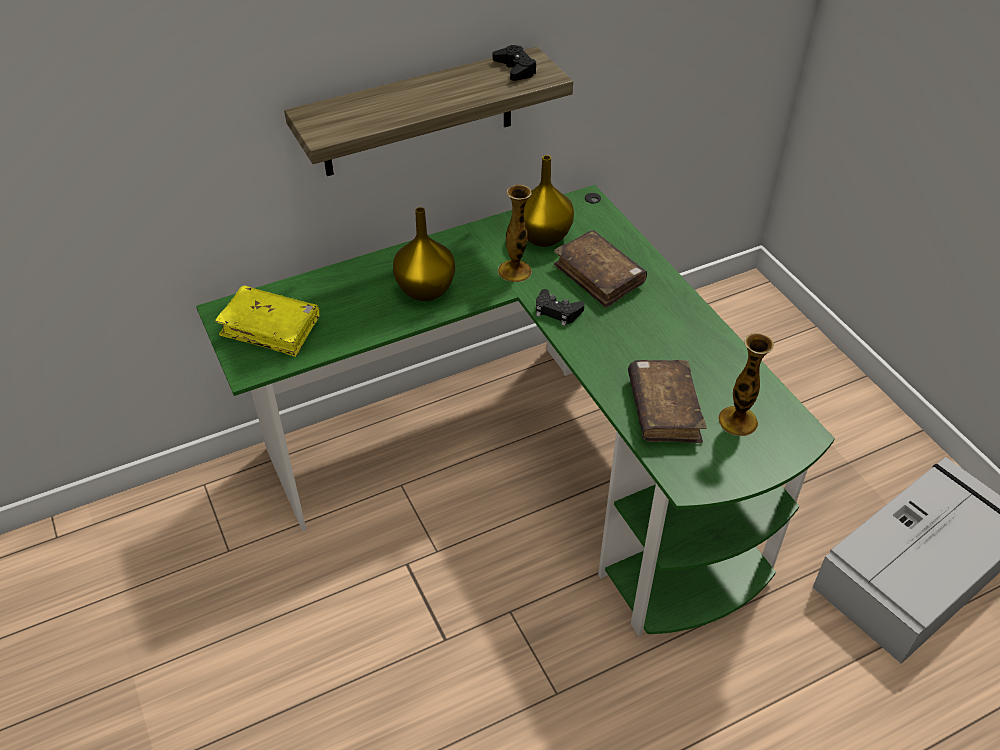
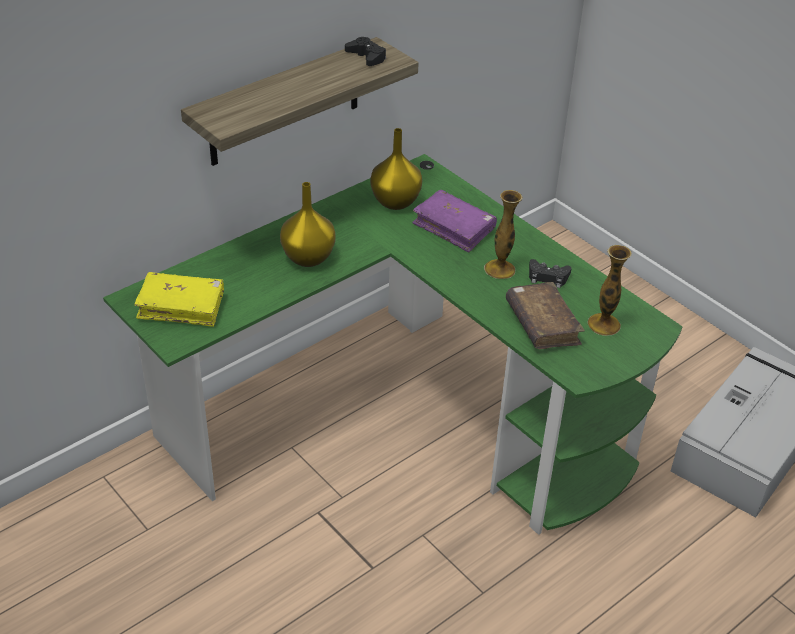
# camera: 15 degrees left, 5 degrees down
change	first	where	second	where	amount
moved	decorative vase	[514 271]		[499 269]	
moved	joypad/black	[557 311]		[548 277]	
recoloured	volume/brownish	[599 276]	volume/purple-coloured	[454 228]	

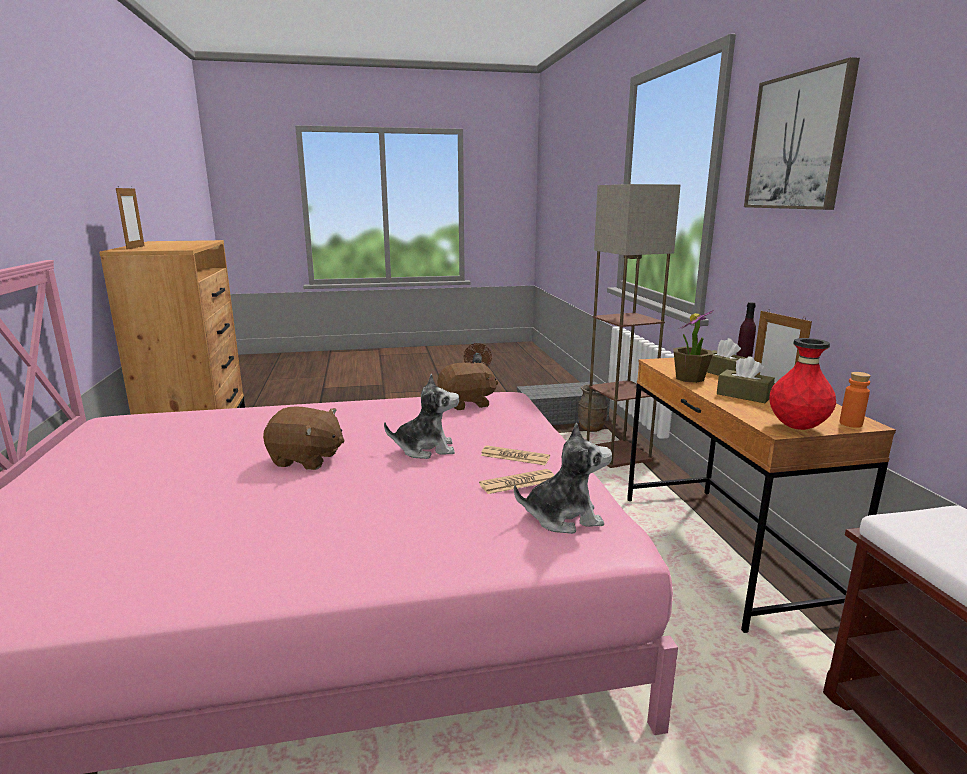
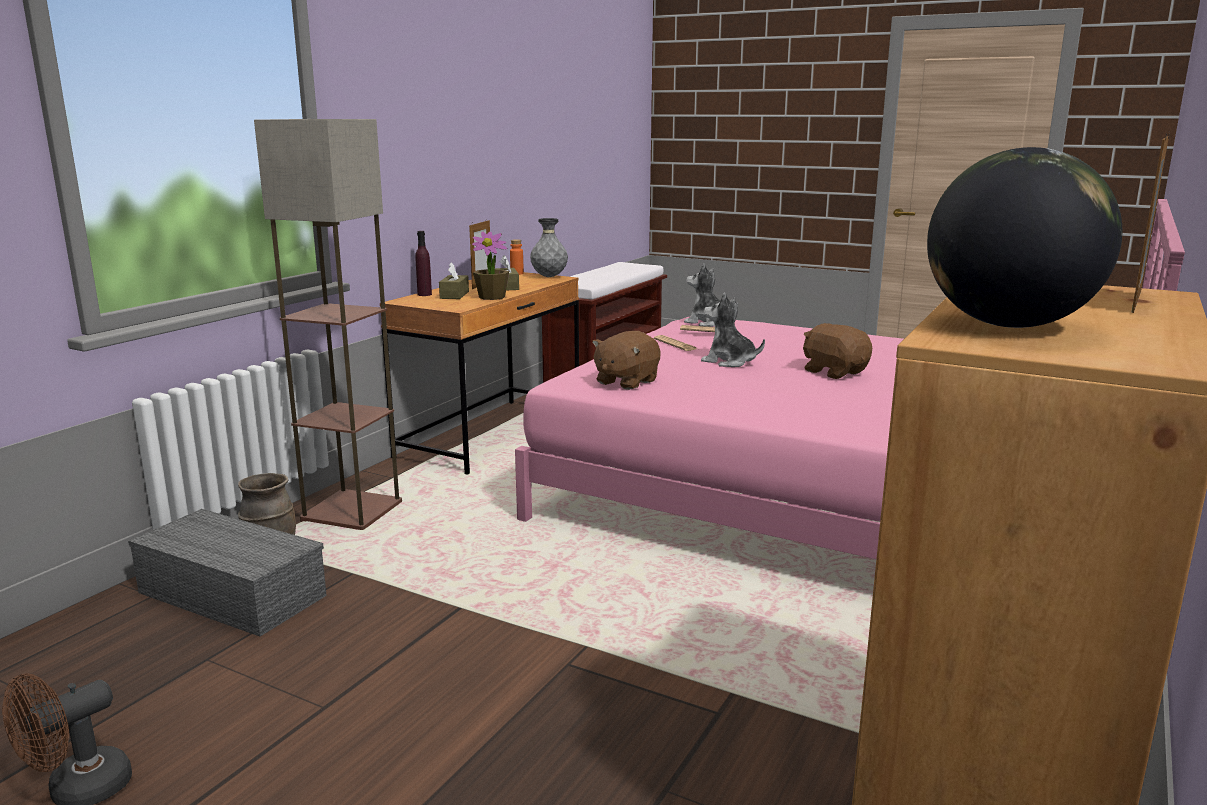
# camera: 140 degrees left, 0 degrees up
change	first	where	second	where	amount
turned	plush toy/brownish	[466 403]		[626 382]	75 degrees counterclockwise
removed	wall picture	[798 142]			
recoloured	decorative vase/red-coloured	[797 428]	decorative vase/gray	[549 277]	
added			globe	[1008 325]	

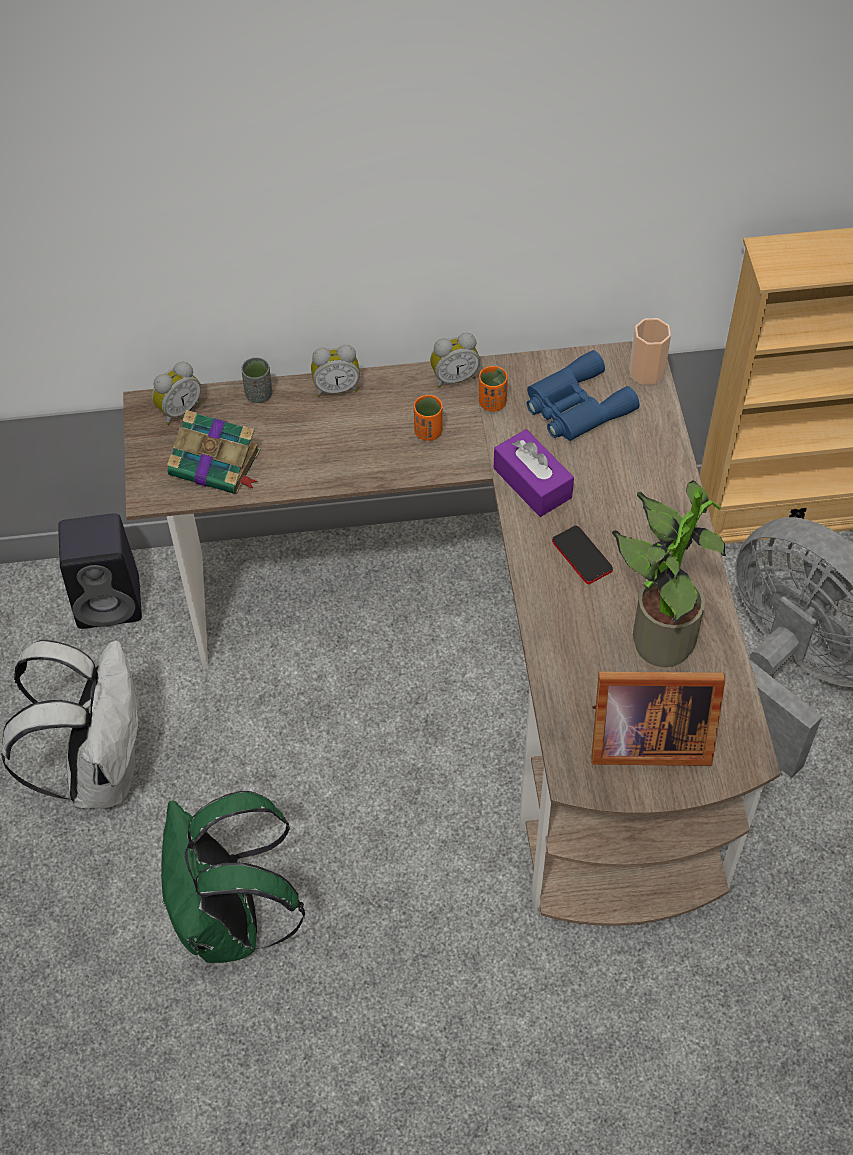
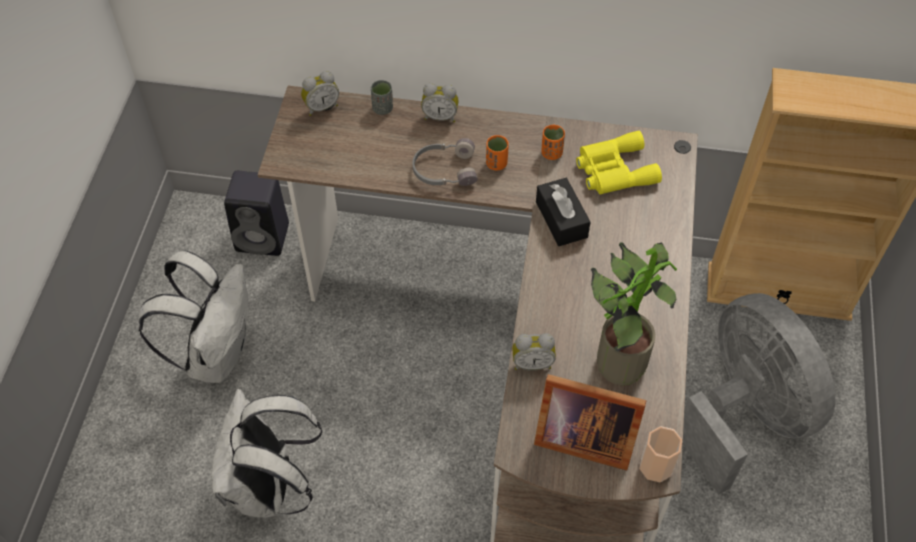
# camera: 15 degrees right, 0 degrees up
change	first	where	second	where	amount
recoloured	backpack/green-coloured	[231 922]	backpack/white-coloured	[269 488]	
removed	volume	[217 464]			
moved	bedside clock	[454 377]		[532 363]	
recoloured	box of tissues/purple-coloured	[532 483]	box of tissues/black	[561 219]	
recoloured	field glasses/blue-coloured	[575 407]	field glasses/yellowish	[613 170]	
removed	telephone	[582 555]			
moved	cup	[646 372]		[656 466]	
added			pair of headphones/gray	[444 170]	

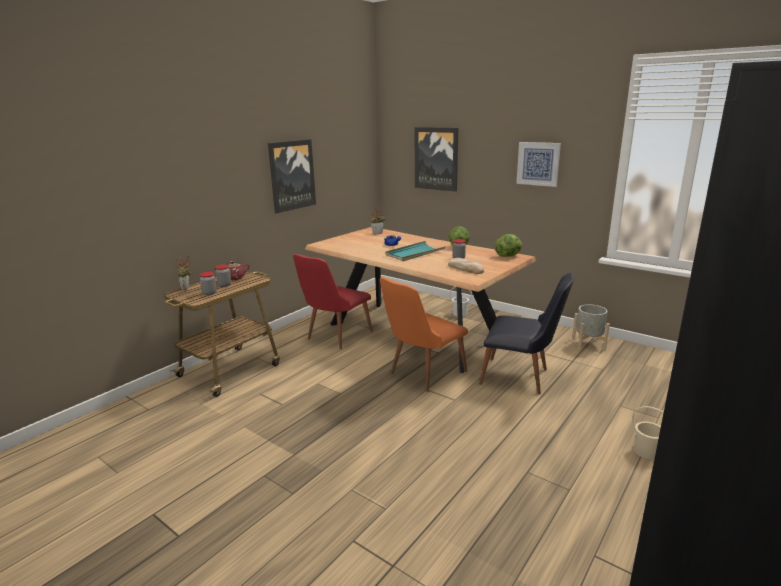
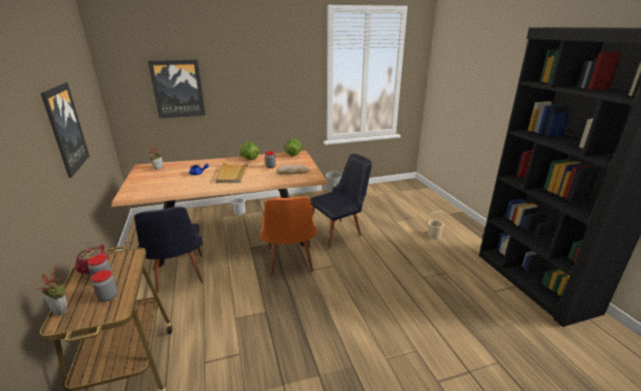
# camera: 55 degrees left, 5 degrees up
change	first	where	second	where	amount
recoloured	chair/red-coloured	[334 337]	chair/black	[178 277]	
recoloured	tray/blue-green	[414 253]	tray/sand-coloured	[232 174]	
removed	wall picture	[538 163]			

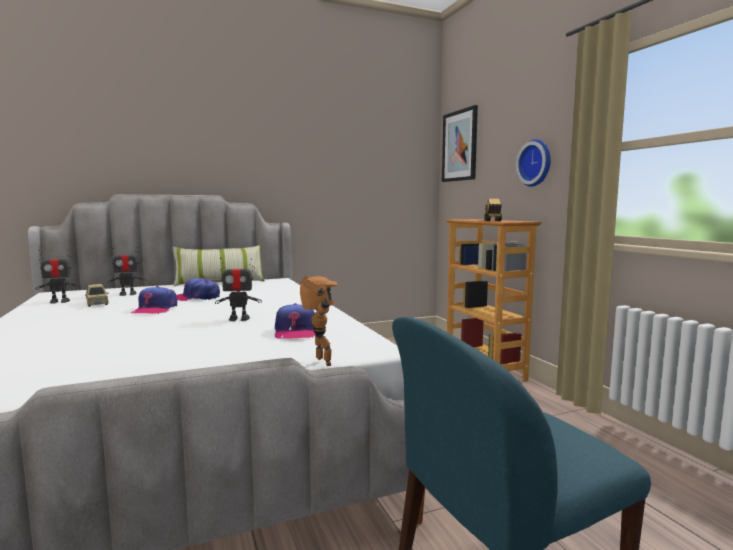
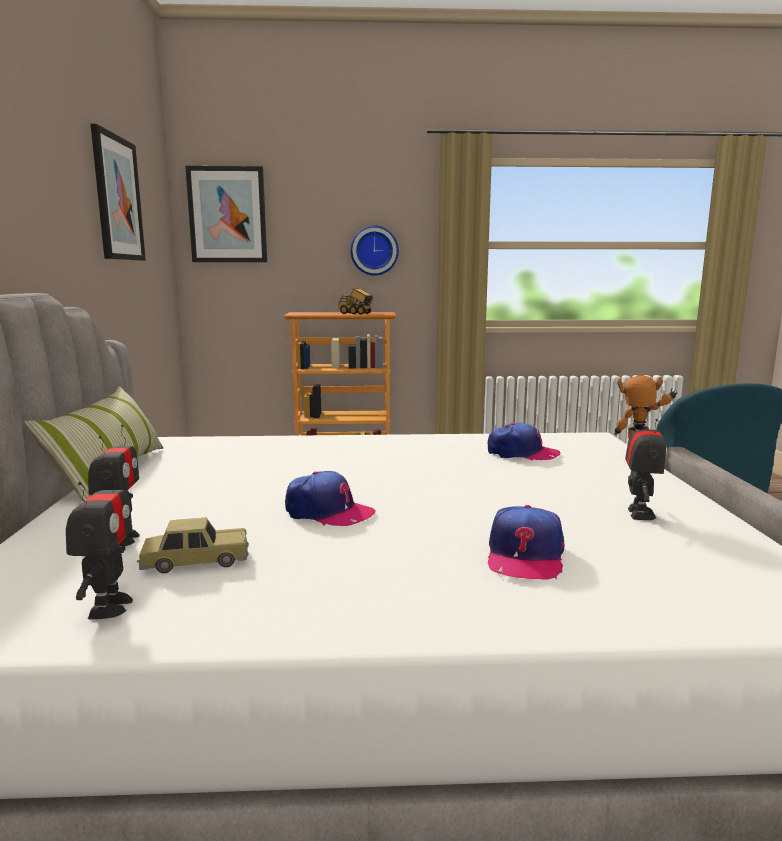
# camera: 70 degrees left, 5 degrees up
change	first	where	second	where	amount
moved	baseball cap	[196 297]		[524 556]	
moved	toy robot	[239 319]		[639 514]	
added			wall picture	[117 198]	

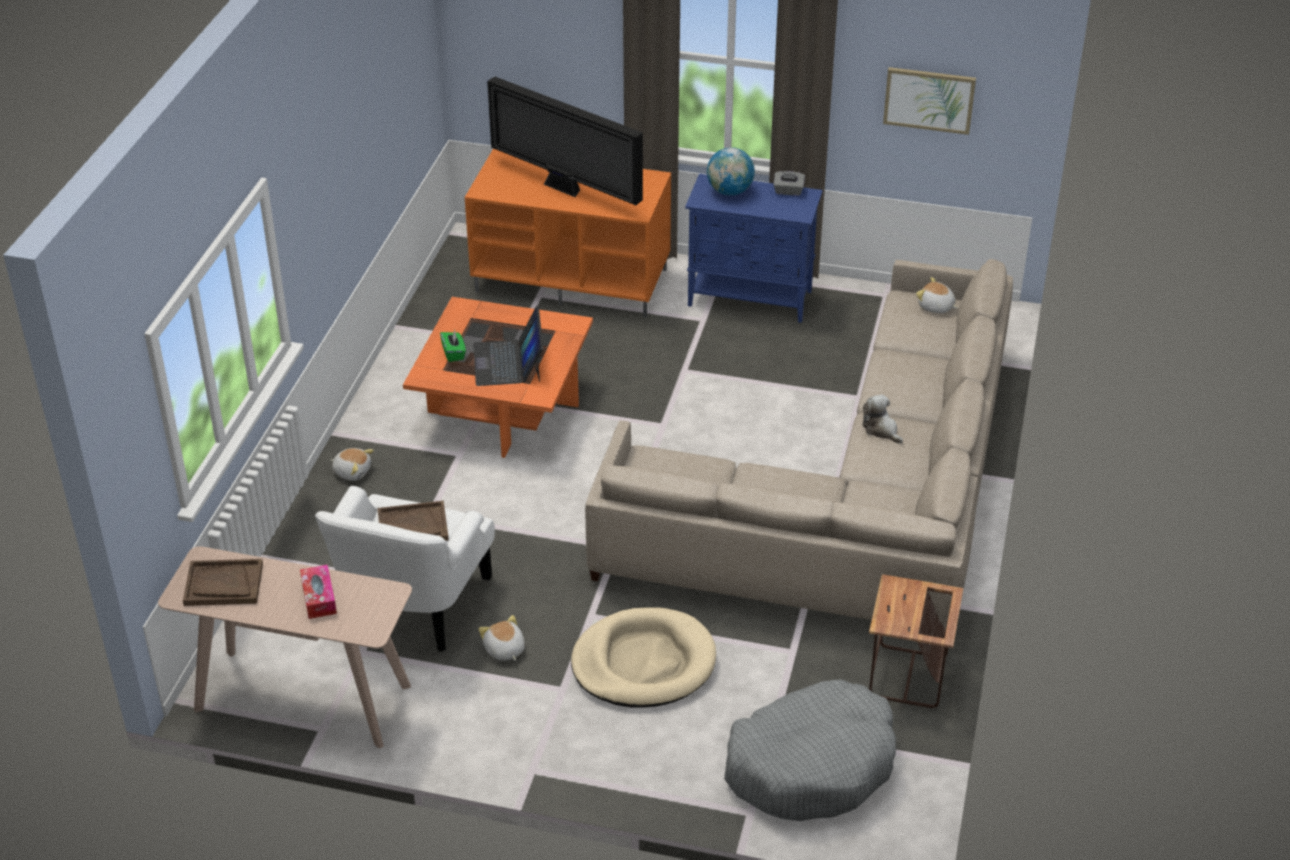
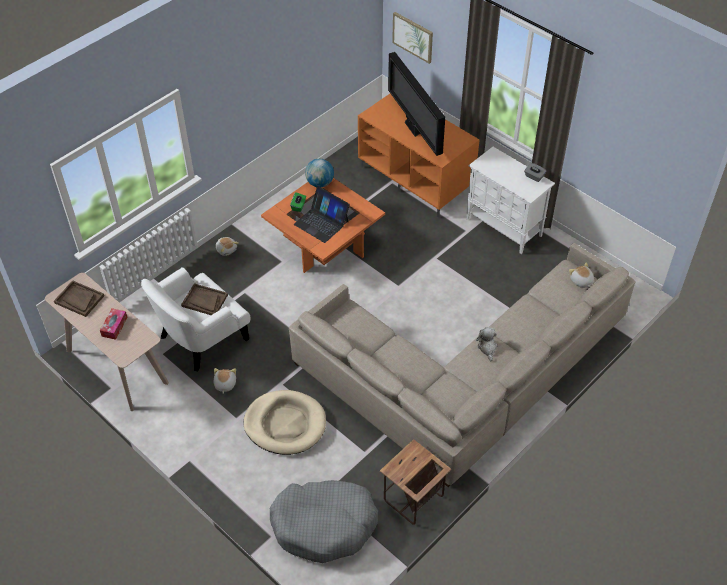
# camera: 30 degrees right, 10 degrees up
change	first	where	second	where	amount
turned	portable computer	[508 362]		[321 222]	75 degrees counterclockwise
recoloured	storage cabinet/blue-coloured	[751 298]	storage cabinet/white-coloured	[504 227]	
moved	globe	[729 191]		[320 183]	
moved	wall picture	[929 99]		[413 37]	

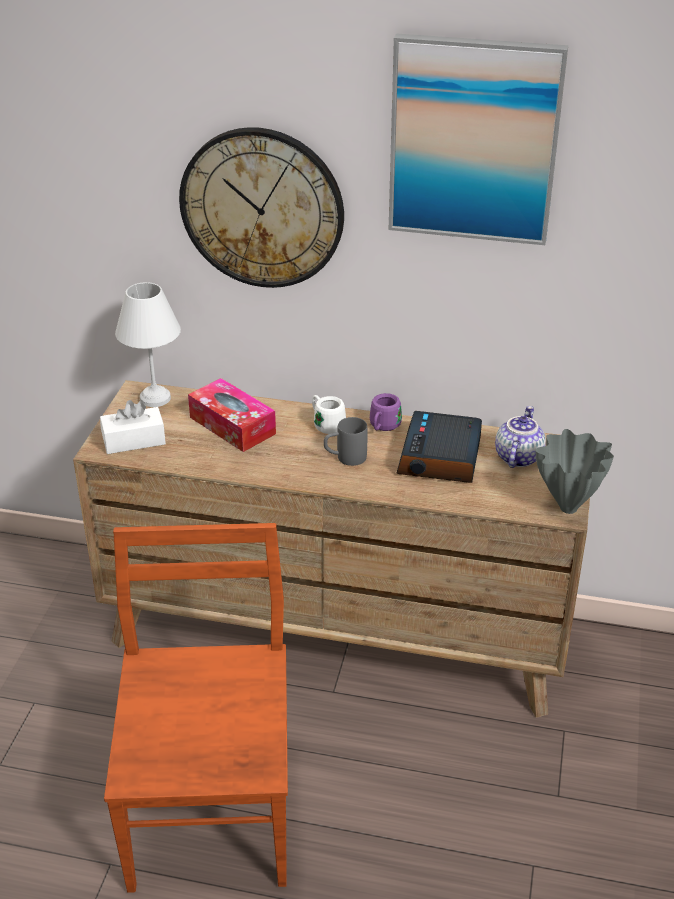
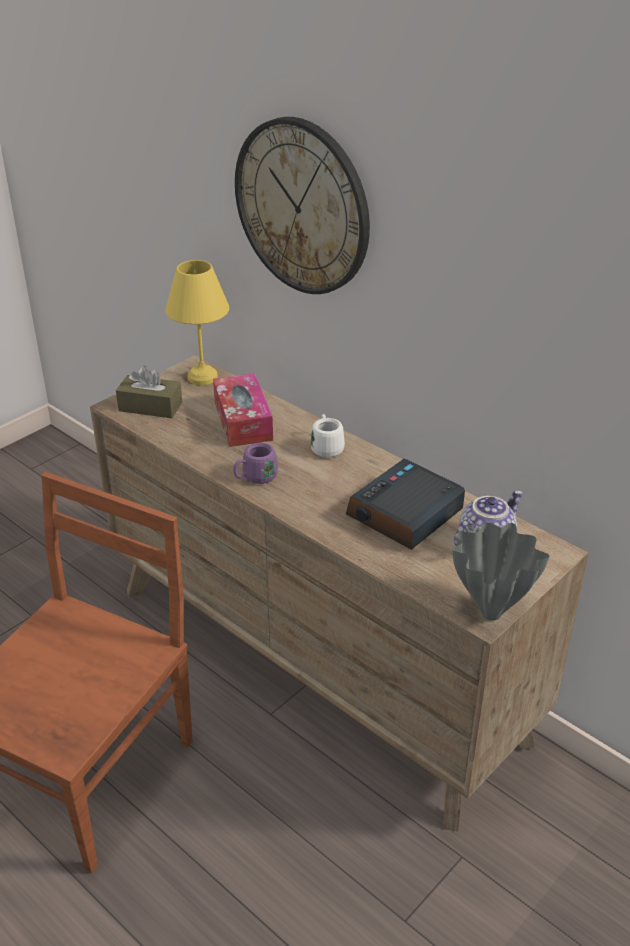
# camera: 30 degrees right, 0 degrees up
change	first	where	second	where	amount
recoloured	box of tissues/white-coloured	[134 440]	box of tissues/brownish	[150 407]	
recoloured	lamp for a table/white-coloured	[154 397]	lamp for a table/yellowish	[202 376]	
removed	mug/gray	[345 458]			
moved	mug/purple-coloured	[383 427]		[255 478]	
removed	wall picture	[474 140]			

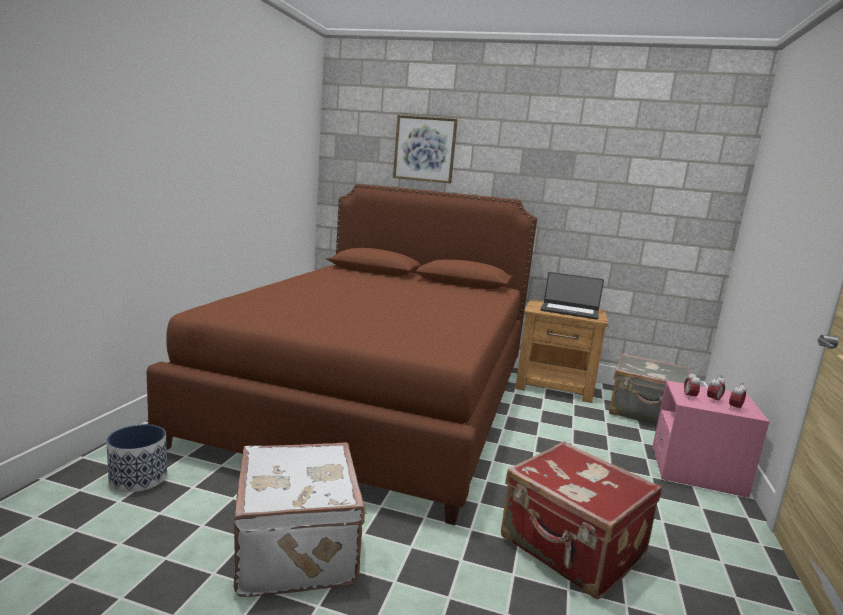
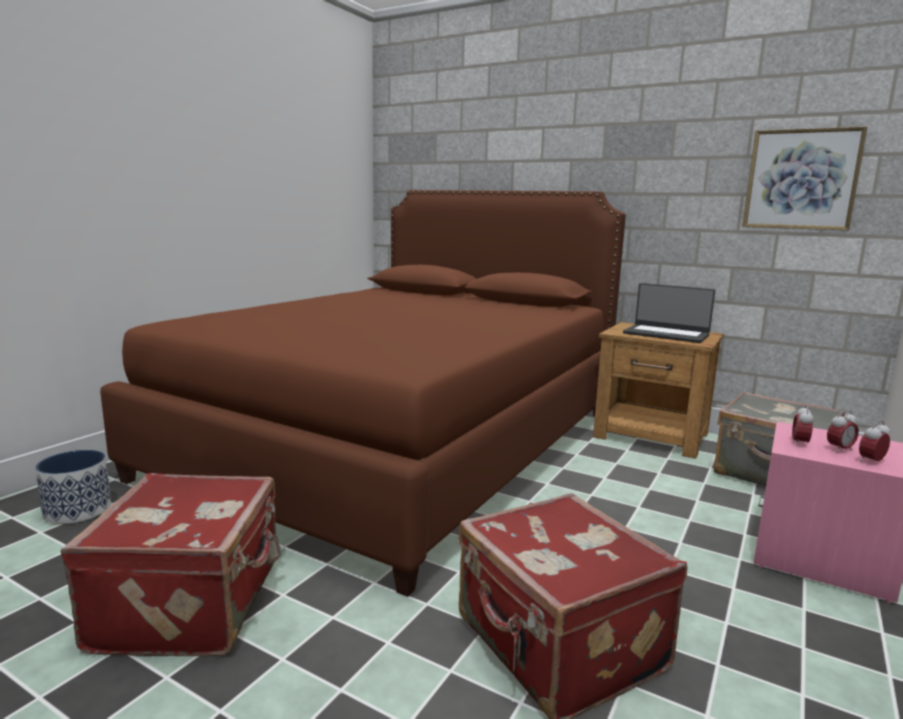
# camera: 15 degrees right, 0 degrees up
change	first	where	second	where	amount
recoloured	suitcase/white-coloured	[299 548]	suitcase/red-coloured	[193 604]	
moved	wall picture	[424 149]		[801 179]	

